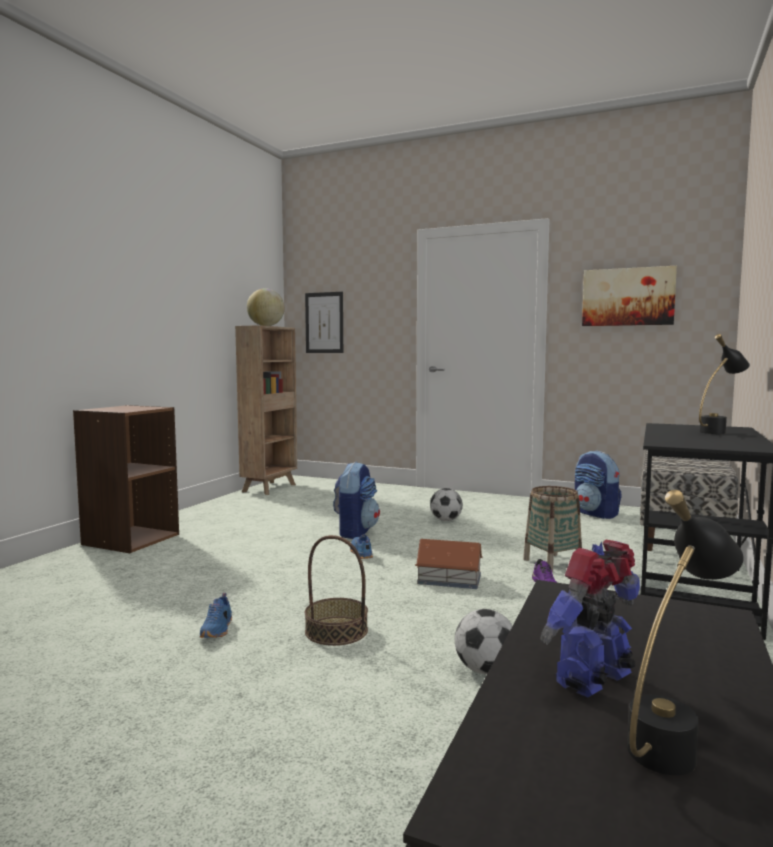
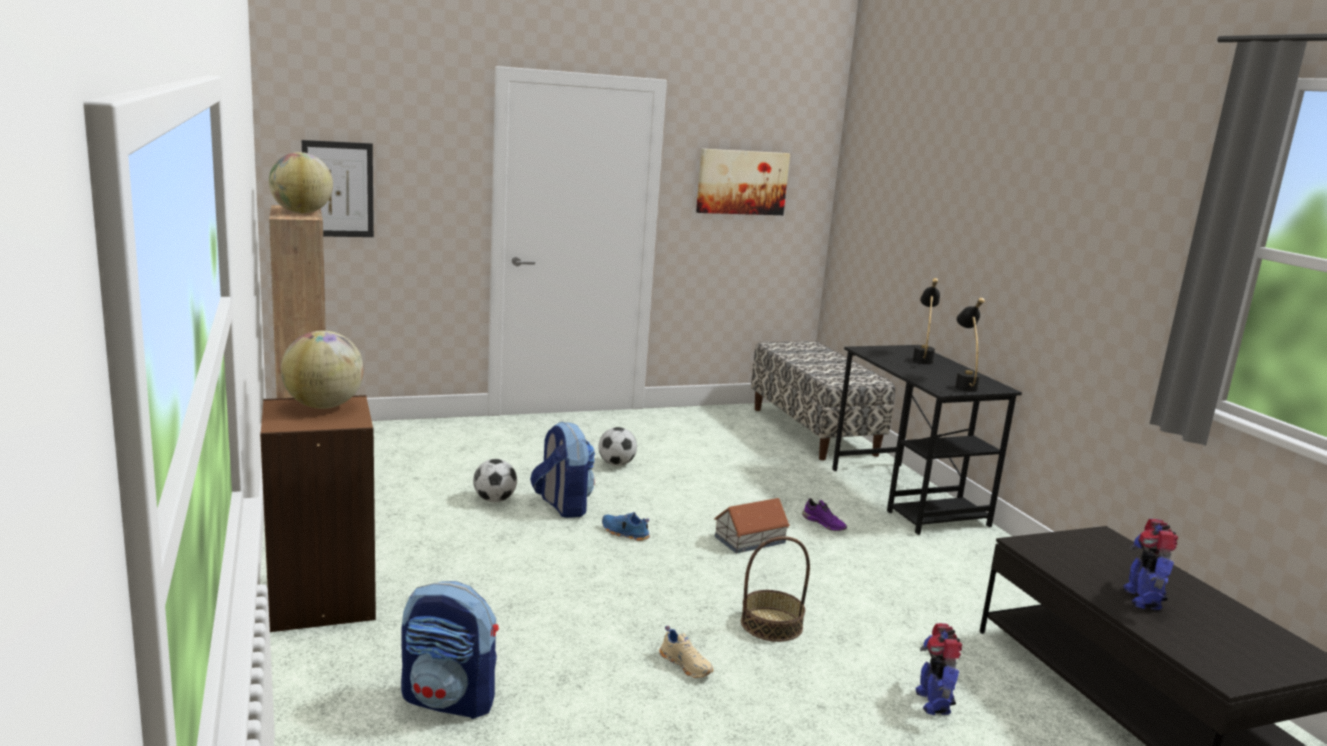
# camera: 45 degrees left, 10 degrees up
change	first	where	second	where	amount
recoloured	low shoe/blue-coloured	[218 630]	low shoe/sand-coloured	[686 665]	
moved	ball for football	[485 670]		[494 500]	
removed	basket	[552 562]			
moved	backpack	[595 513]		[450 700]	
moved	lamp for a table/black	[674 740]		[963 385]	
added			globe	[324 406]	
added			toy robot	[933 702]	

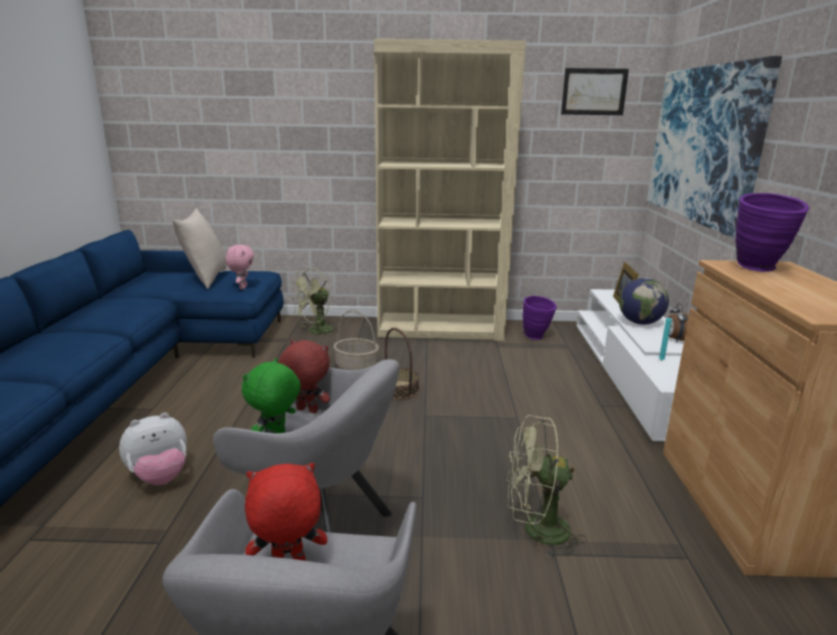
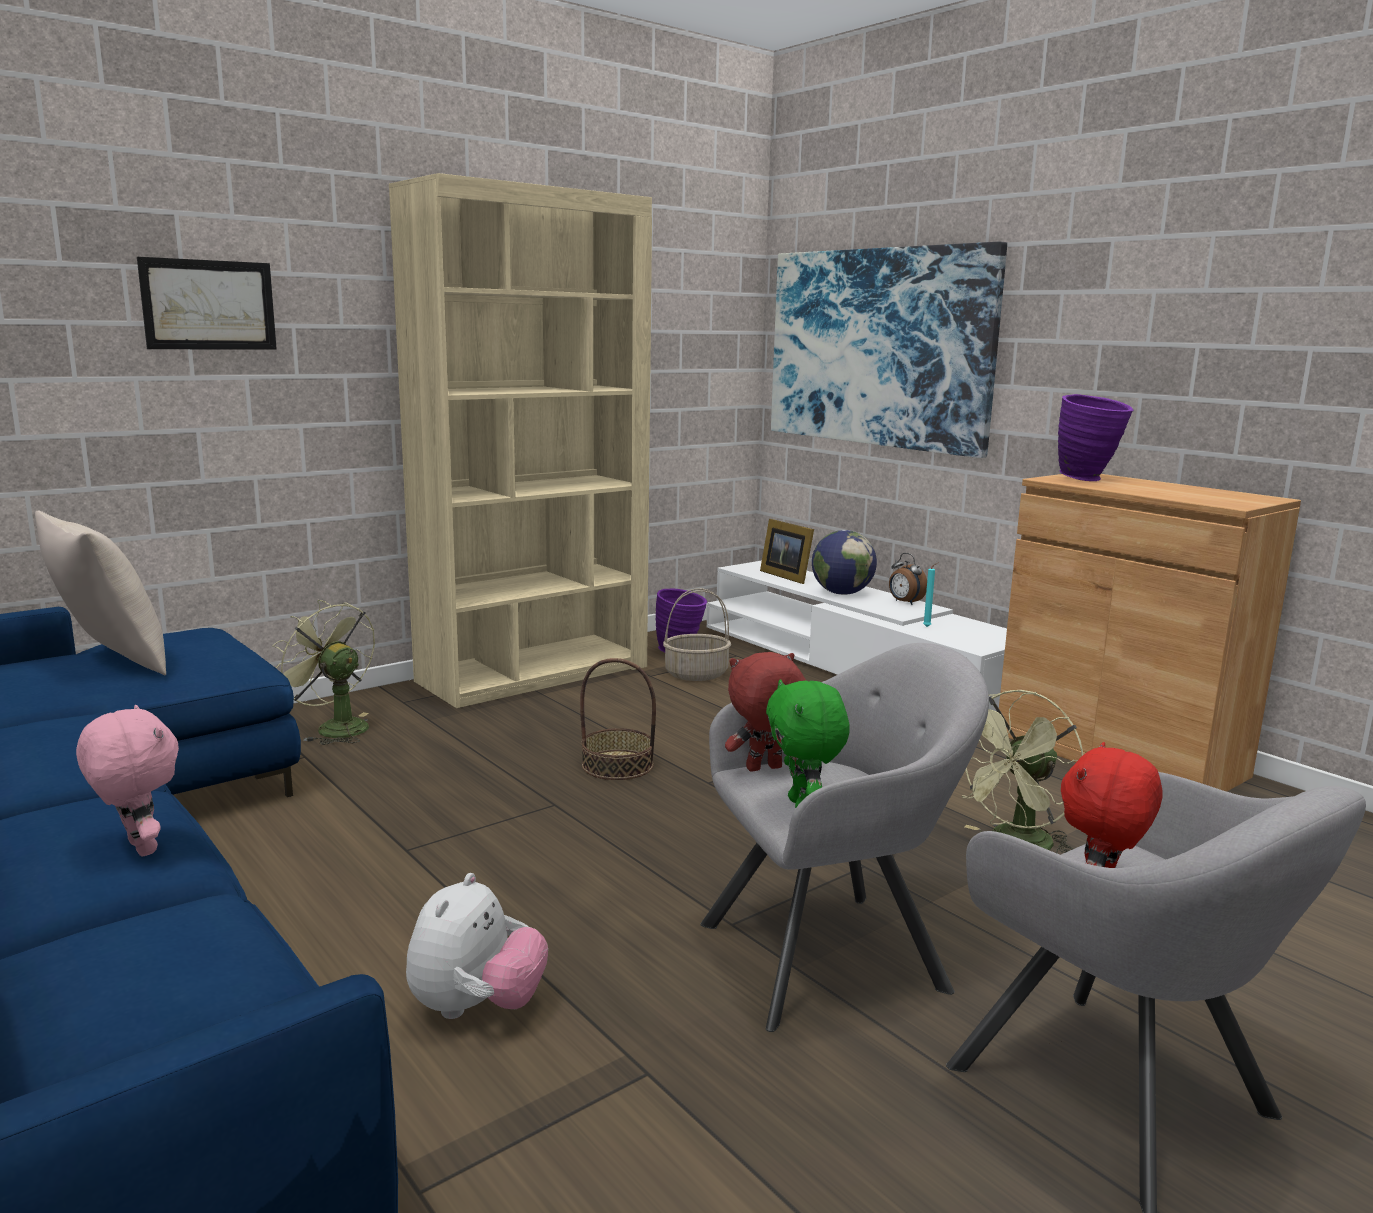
# camera: 40 degrees left, 5 degrees down
change	first	where	second	where	amount
moved	plush toy/pinkish	[242 287]		[138 848]	
turned	cooling fan/green-coloured	[316 331]		[334 728]	120 degrees clockwise
moved	basket	[357 367]		[696 674]	
moved	wall picture	[594 92]		[209 305]	

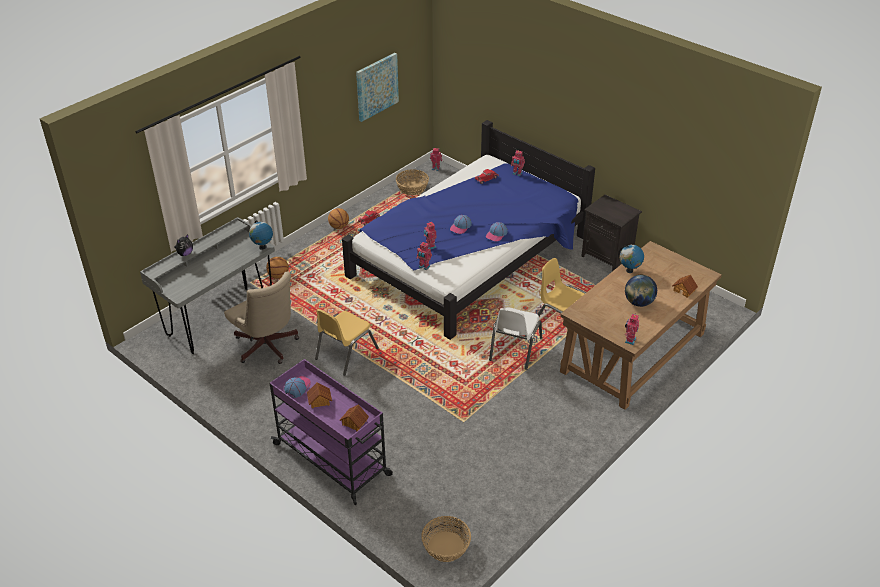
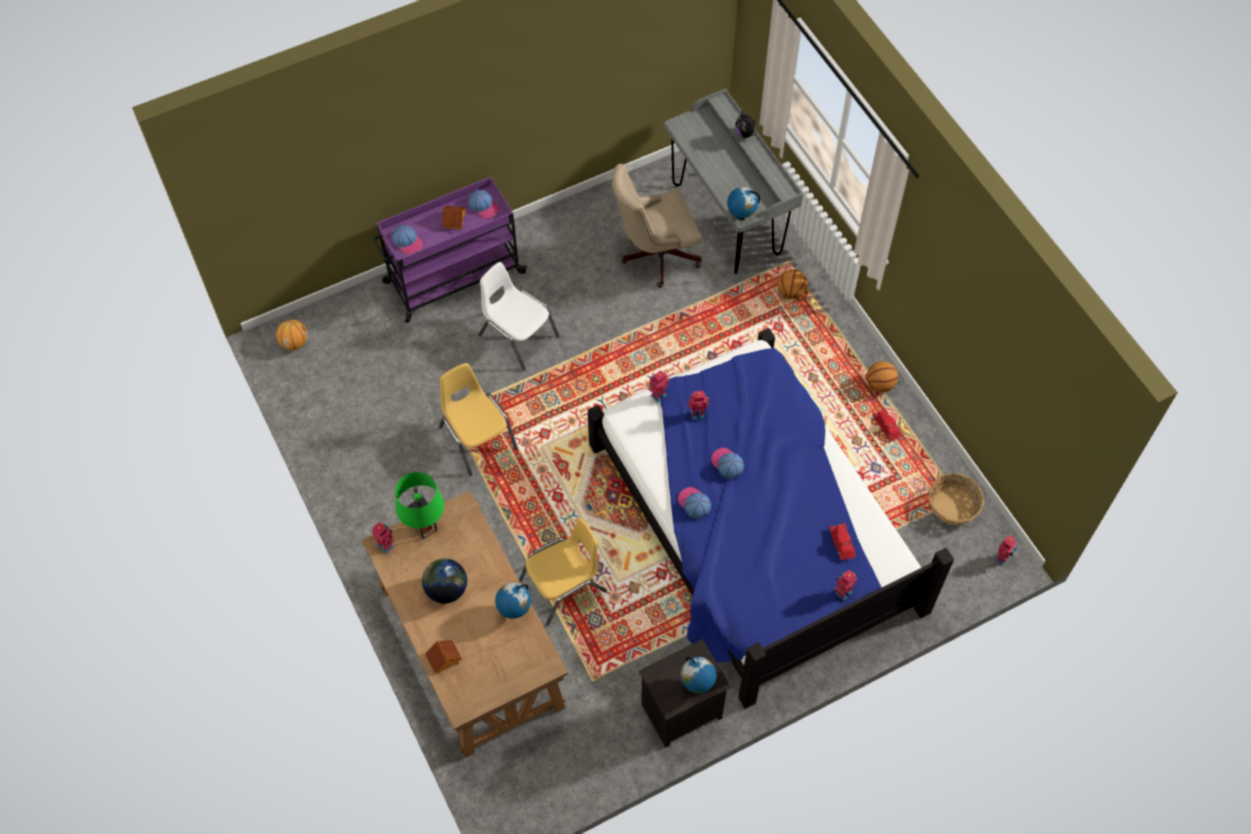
# camera: 110 degrees right, 20 degrees up
change	first	where	second	where	amount
moved	chair/yellowish	[346 353]		[477 438]	
replaced	miniature house	[354 422]	baseball cap	[407 242]	
removed	wall picture	[376 86]			
replaced	basket	[446 547]	ball for basketball	[294 343]	
moved	chair/white-coloured	[514 349]		[518 336]	
added			lamp for a table/green-coloured	[425 528]	
added			globe	[697 684]	

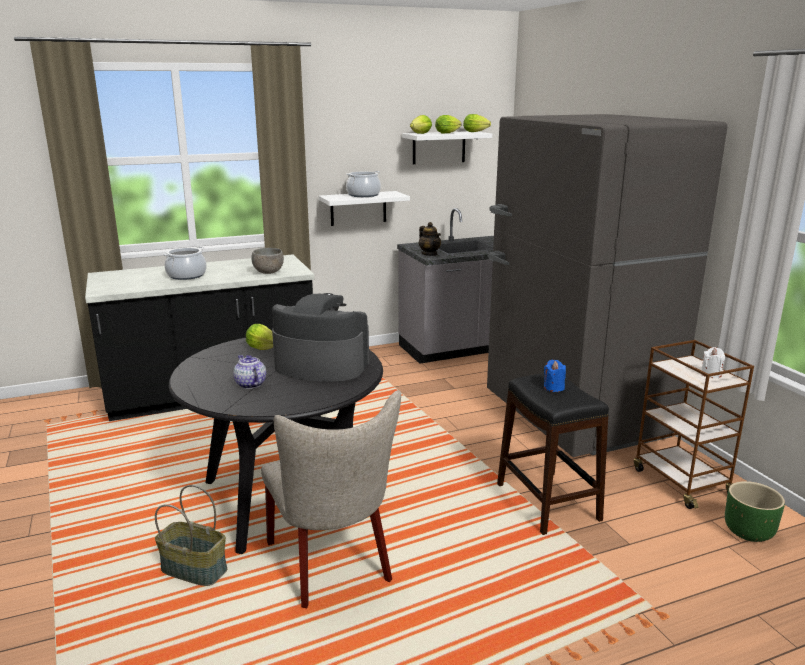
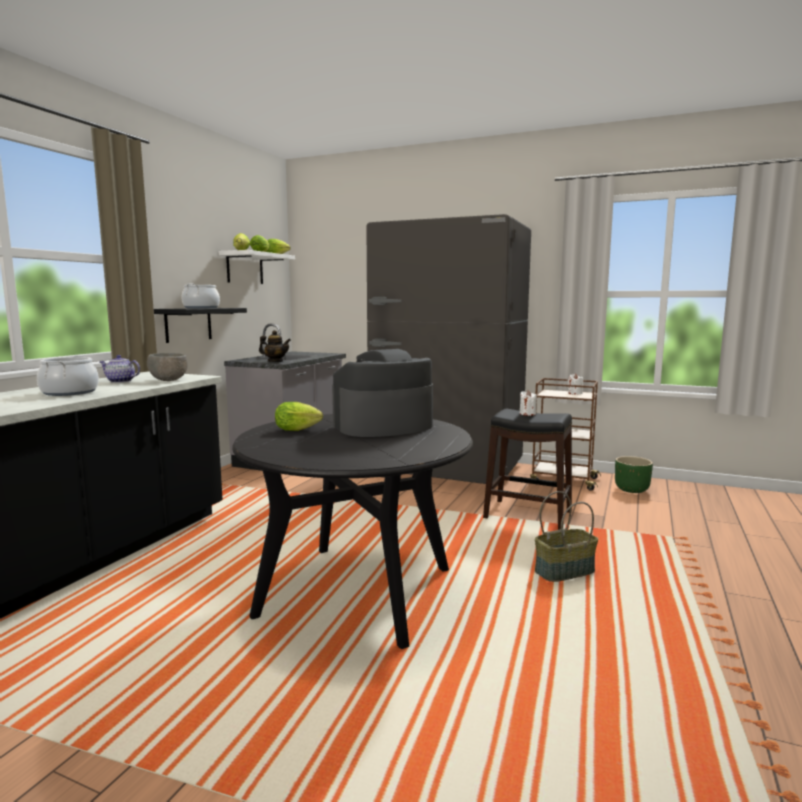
# camera: 45 degrees left, 10 degrees down
change	first	where	second	where	amount
moved	basket	[195 569]		[564 571]	
moved	pot for tea	[250 384]		[120 381]	
removed	chair/sand-coloured	[333 565]			
recoloured	shelf/white-coloured	[358 208]	shelf/black	[188 324]	
recoloured	wax candle/blue-coloured	[553 388]	wax candle/white-coloured	[527 414]	

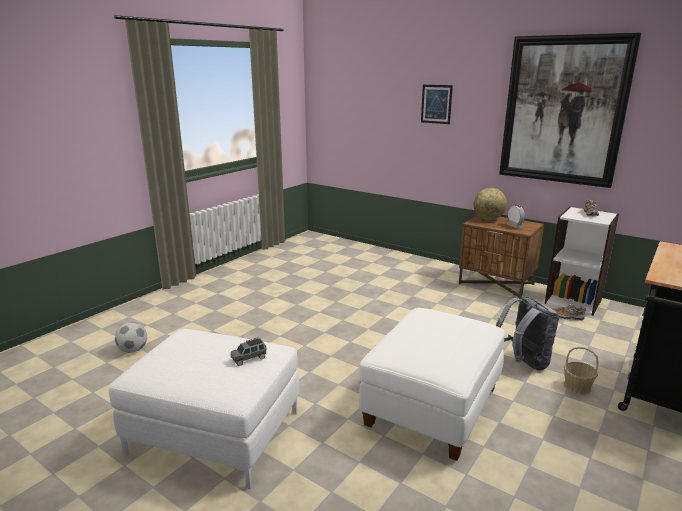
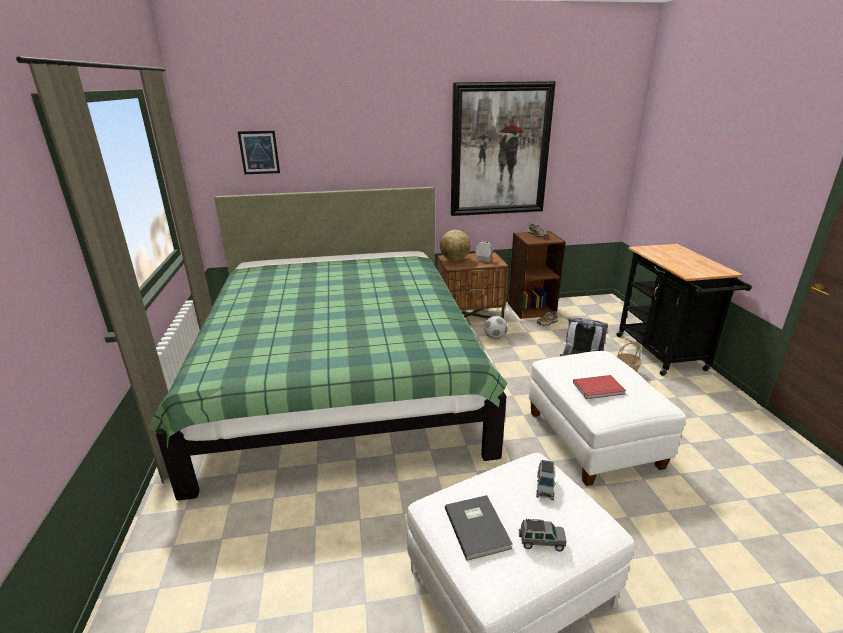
# camera: 45 degrees left, 5 degrees up
change	first	where	second	where	amount
moved	ball for football	[133 350]		[495 337]	
moved	wall picture	[436 104]		[259 152]	
recoloured	bookcase/white-coloured	[573 301]	bookcase/brownish	[531 309]	
added			sleeping bed/green-coloured	[341 379]	
added			volume/gray	[478 527]	
added			model car/gray	[541 542]	
added			volume/red-coloured	[599 389]	

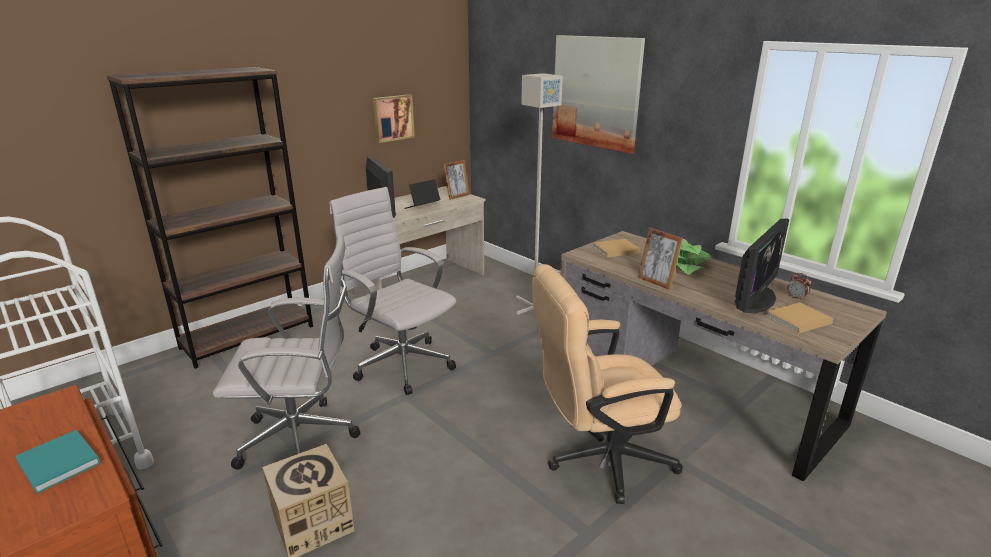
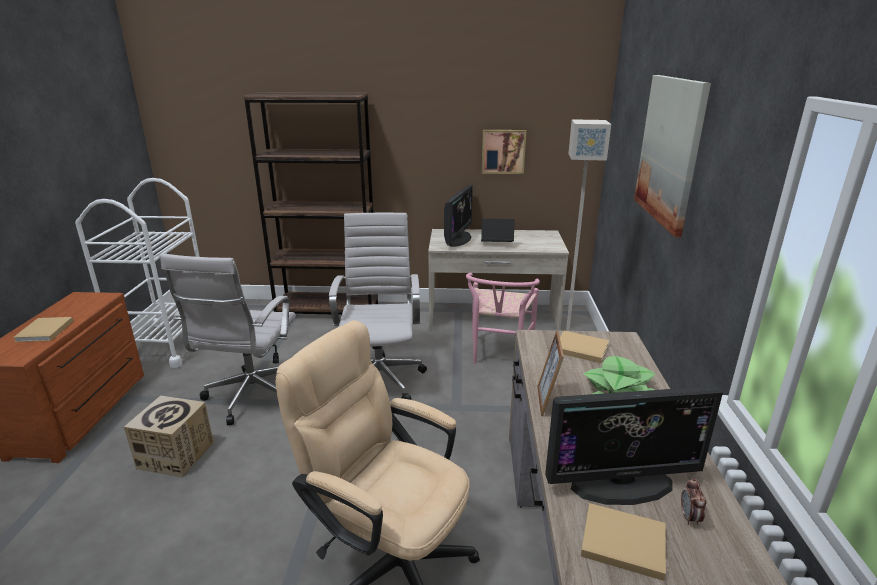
# camera: 45 degrees right, 0 degrees up
change	first	where	second	where	amount
recoloured	volume/blue-green	[59 463]	volume/sand-coloured	[44 331]	
turned	desk chair/white-coloured	[304 440]		[251 398]	60 degrees clockwise
removed	picture frame	[457 196]			
added			chair/pinkish	[498 356]	

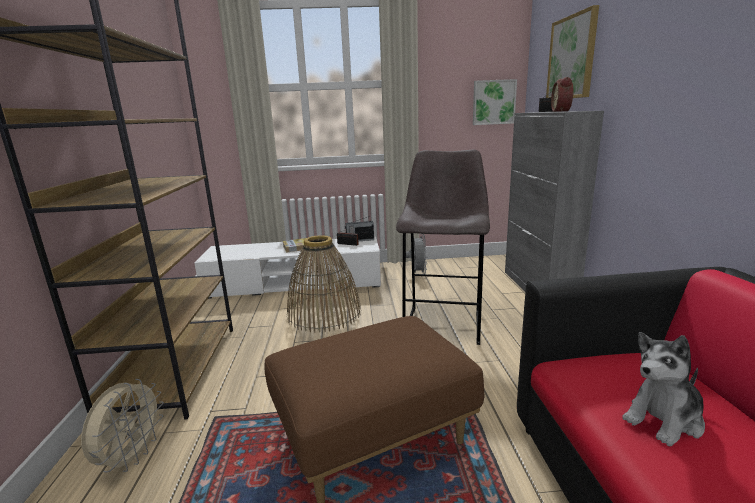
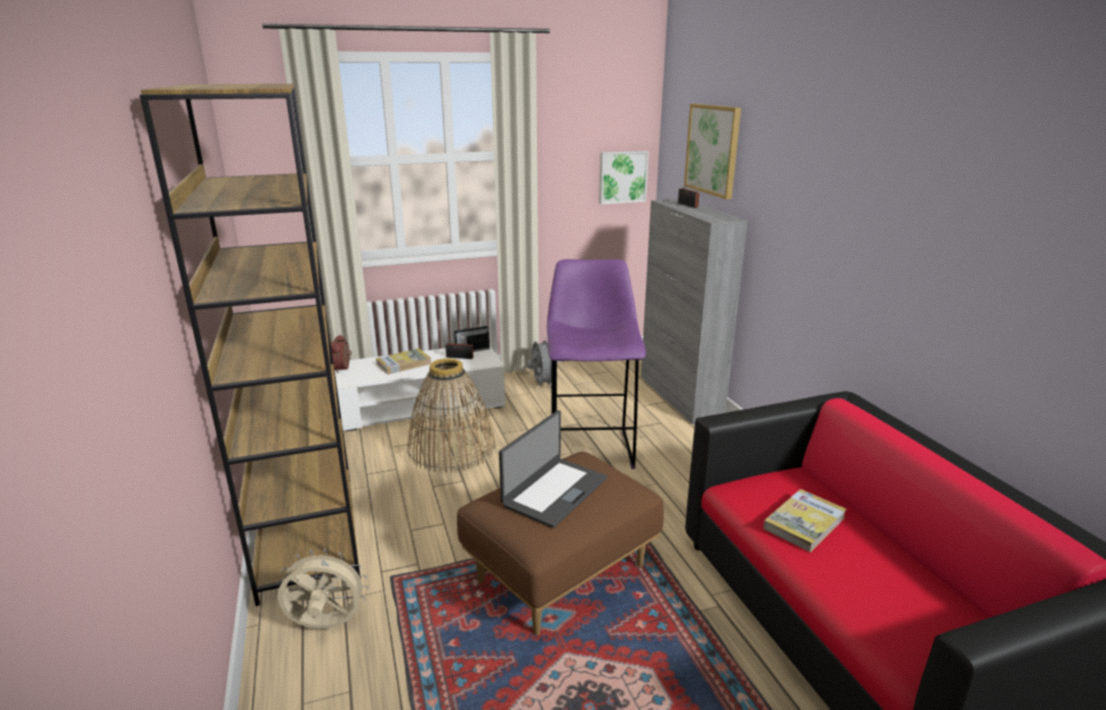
# camera: 15 degrees left, 5 degrees up
change	first	where	second	where	amount
turned	cooling fan/sand-coloured	[132 457]		[326 626]	90 degrees counterclockwise
recoloured	stool seat/gray	[443 323]	stool seat/purple-coloured	[591 448]	
moved	bedside clock	[562 111]		[343 368]	
replaced	plush toy	[664 419]	volume	[804 523]	
added			portable computer	[554 491]	

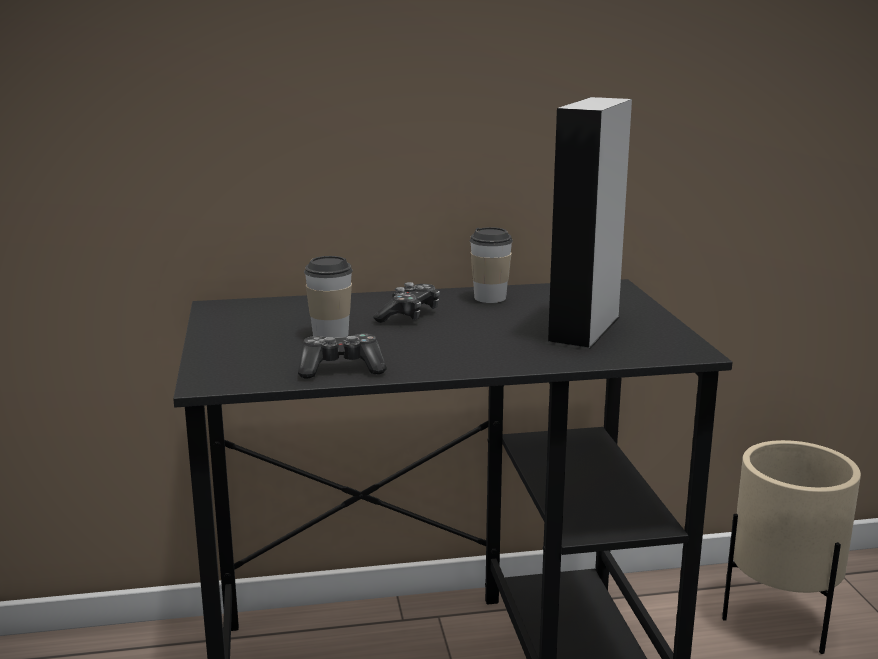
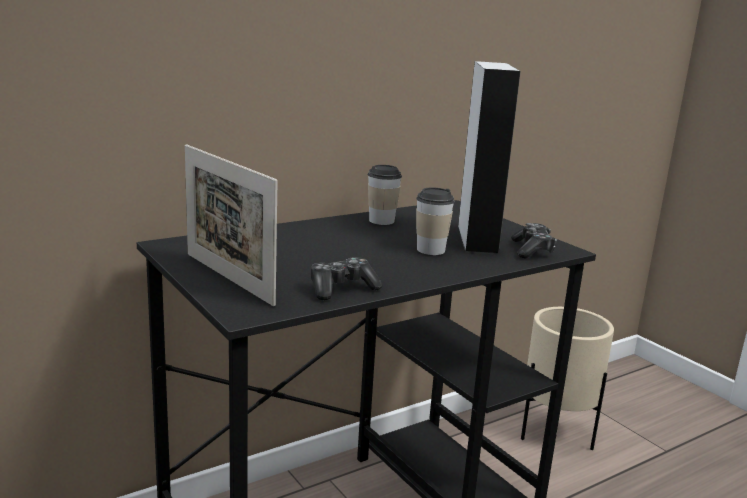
# camera: 25 degrees left, 0 degrees up
change	first	where	second	where	amount
moved	cup	[330 334]		[430 250]	
moved	joypad	[409 315]		[532 250]	
added			picture frame	[228 278]	

